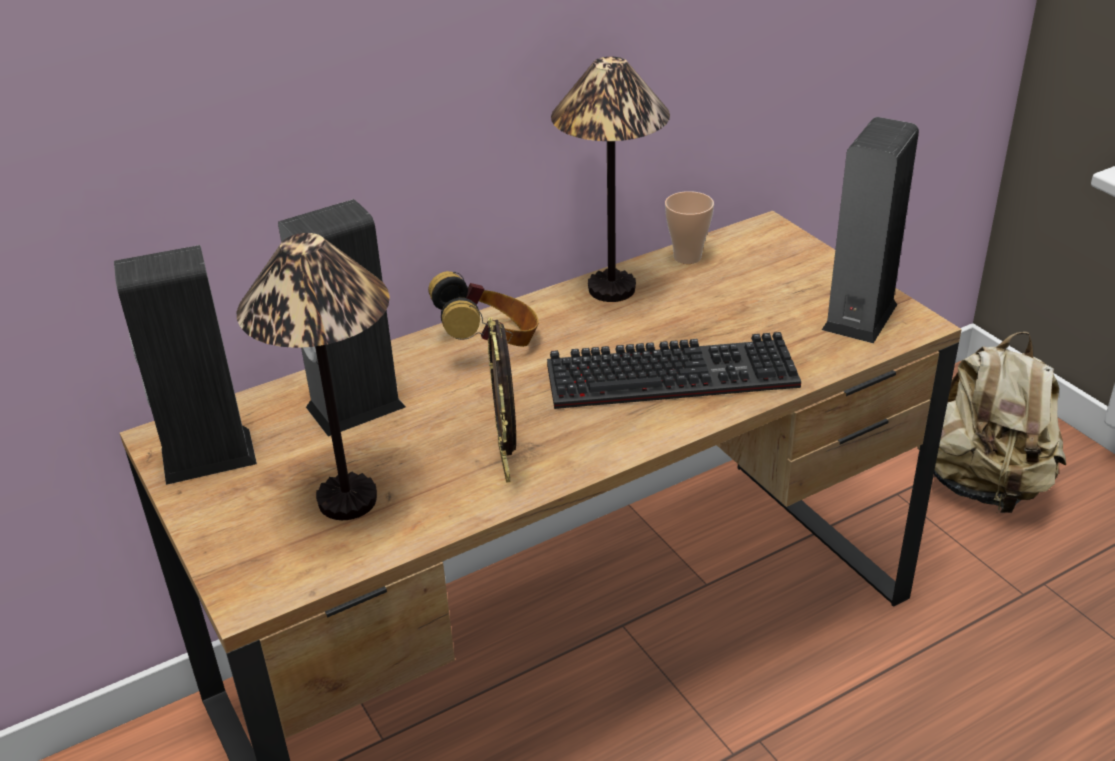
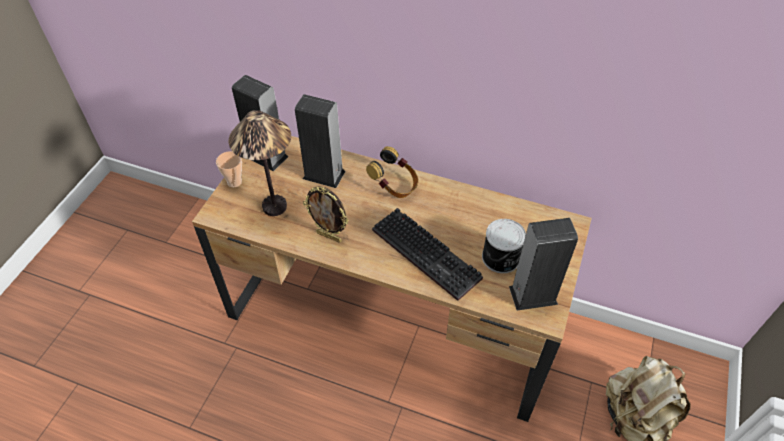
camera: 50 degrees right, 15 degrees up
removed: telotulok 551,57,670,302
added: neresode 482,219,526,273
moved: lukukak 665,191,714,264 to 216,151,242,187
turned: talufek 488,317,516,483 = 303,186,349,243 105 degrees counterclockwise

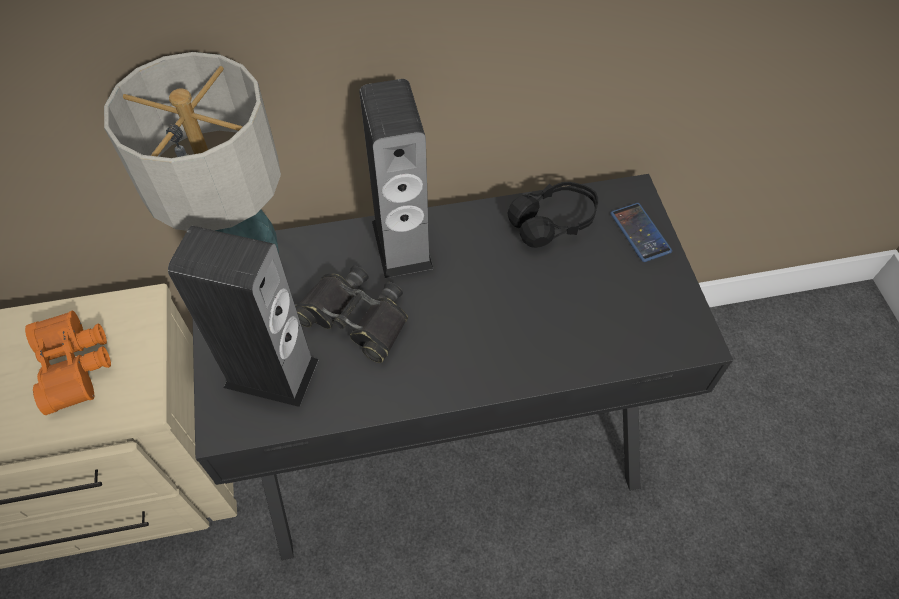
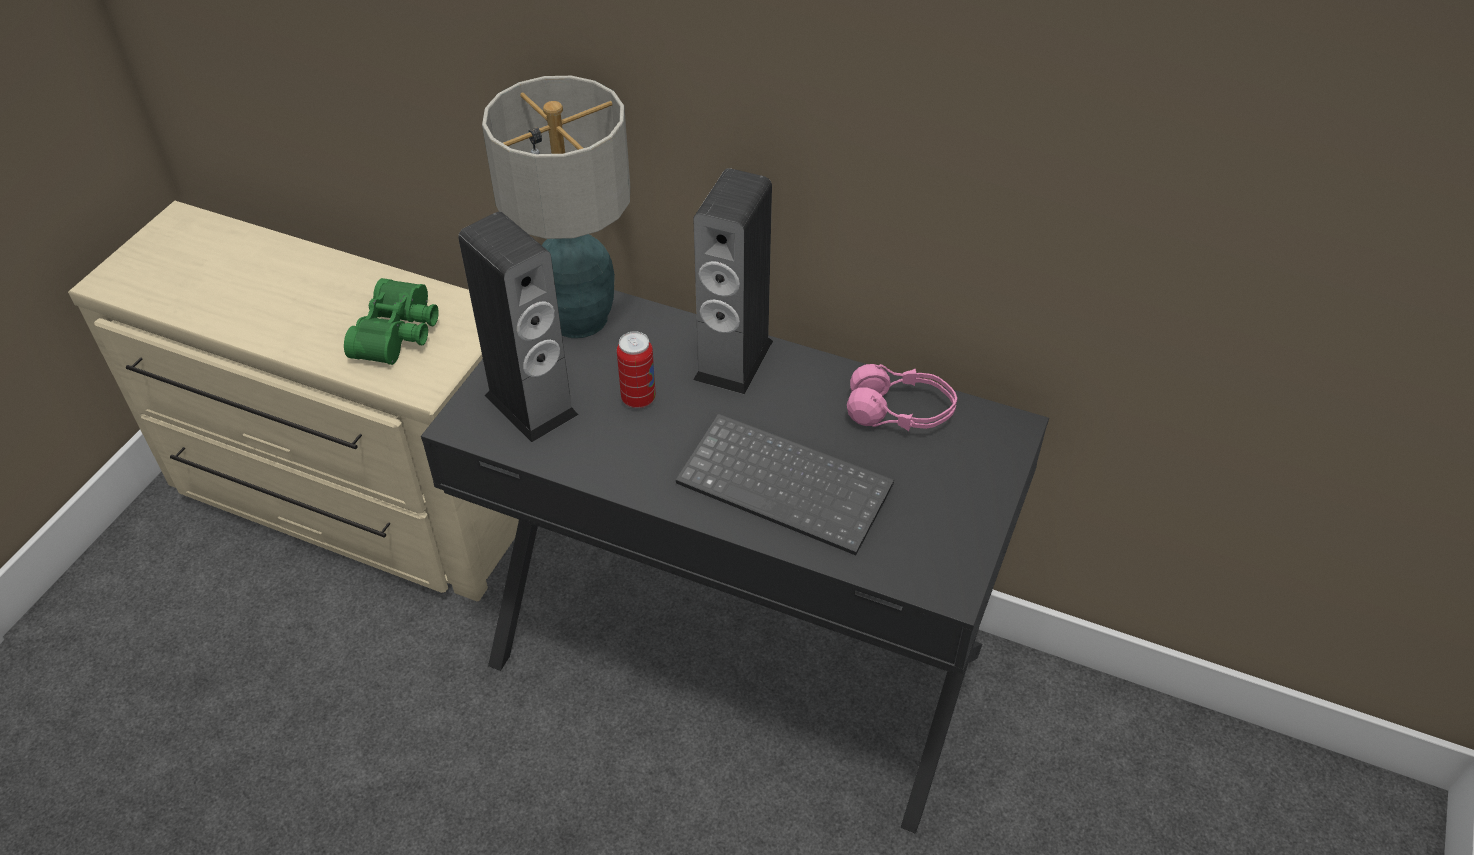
camera: 35 degrees right, 10 degrees down
removed: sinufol 610,203,672,262
added: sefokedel 676,413,894,555
replaced: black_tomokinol 295,266,408,363 to neresode 617,331,656,408
recoloured: orange_tomokinol 25,311,111,415 to green_tomokinol 344,278,439,365; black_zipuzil 507,182,598,248 to pink_zipuzil 847,364,957,431

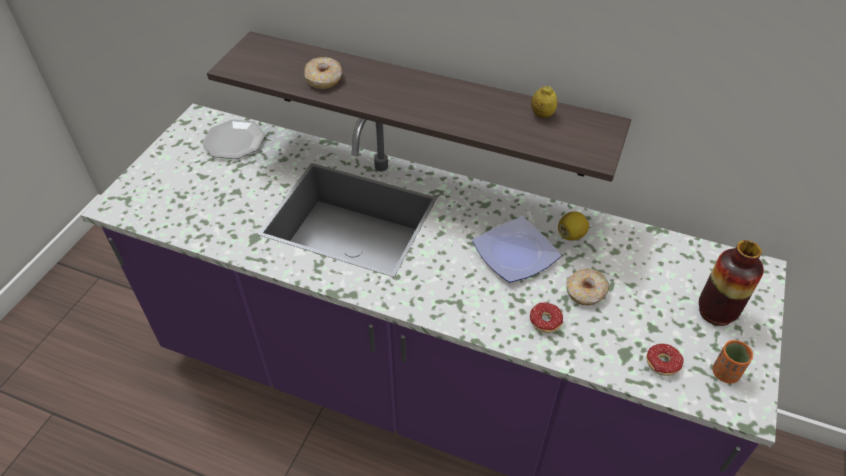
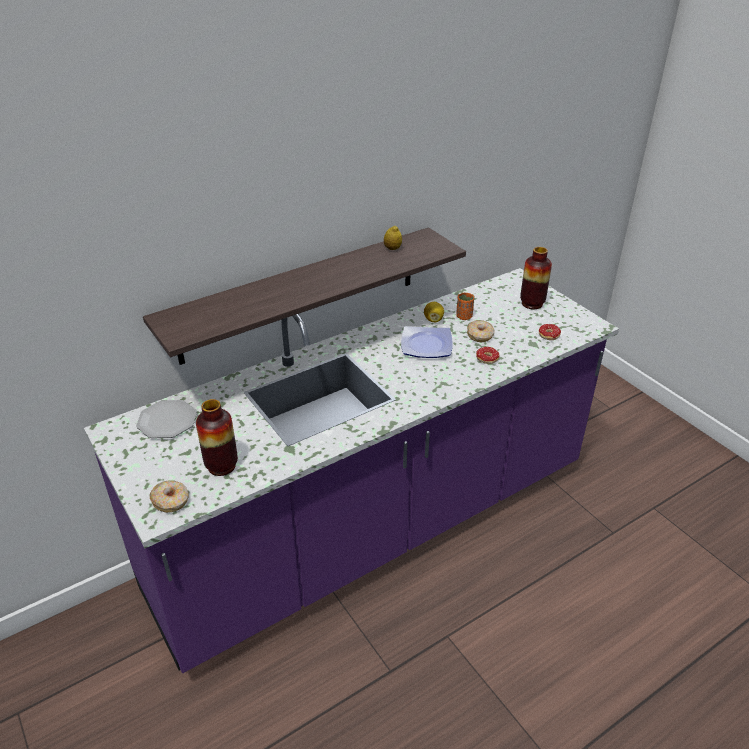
camera: 55 degrees left, 10 degrees down
added: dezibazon 196,399,238,476
moved: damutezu 304,57,342,89 to 150,480,189,513; orange_lukukak 713,340,753,383 to 456,293,474,320

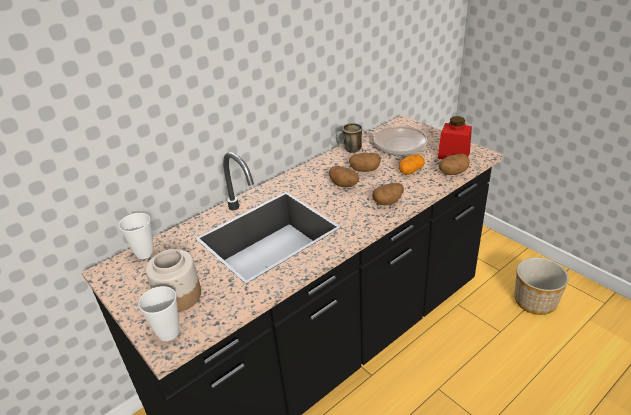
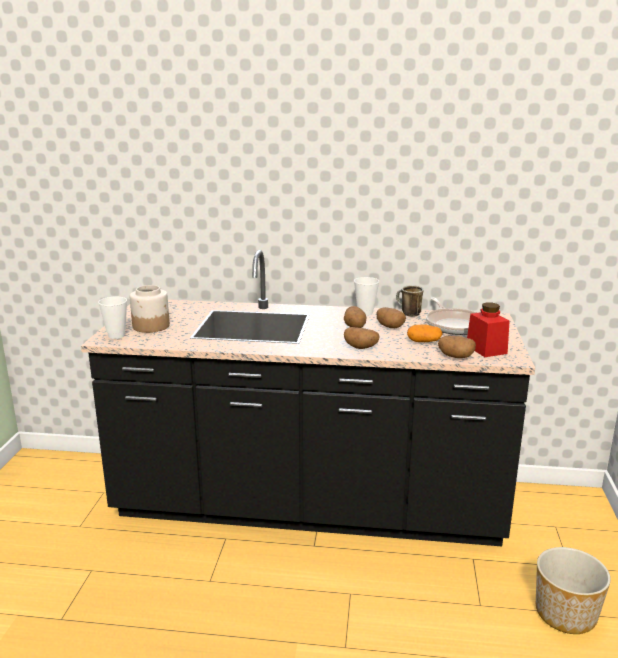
camera: 45 degrees right, 15 degrees down
moved: lukukak 119,213,154,259 to 354,277,379,316

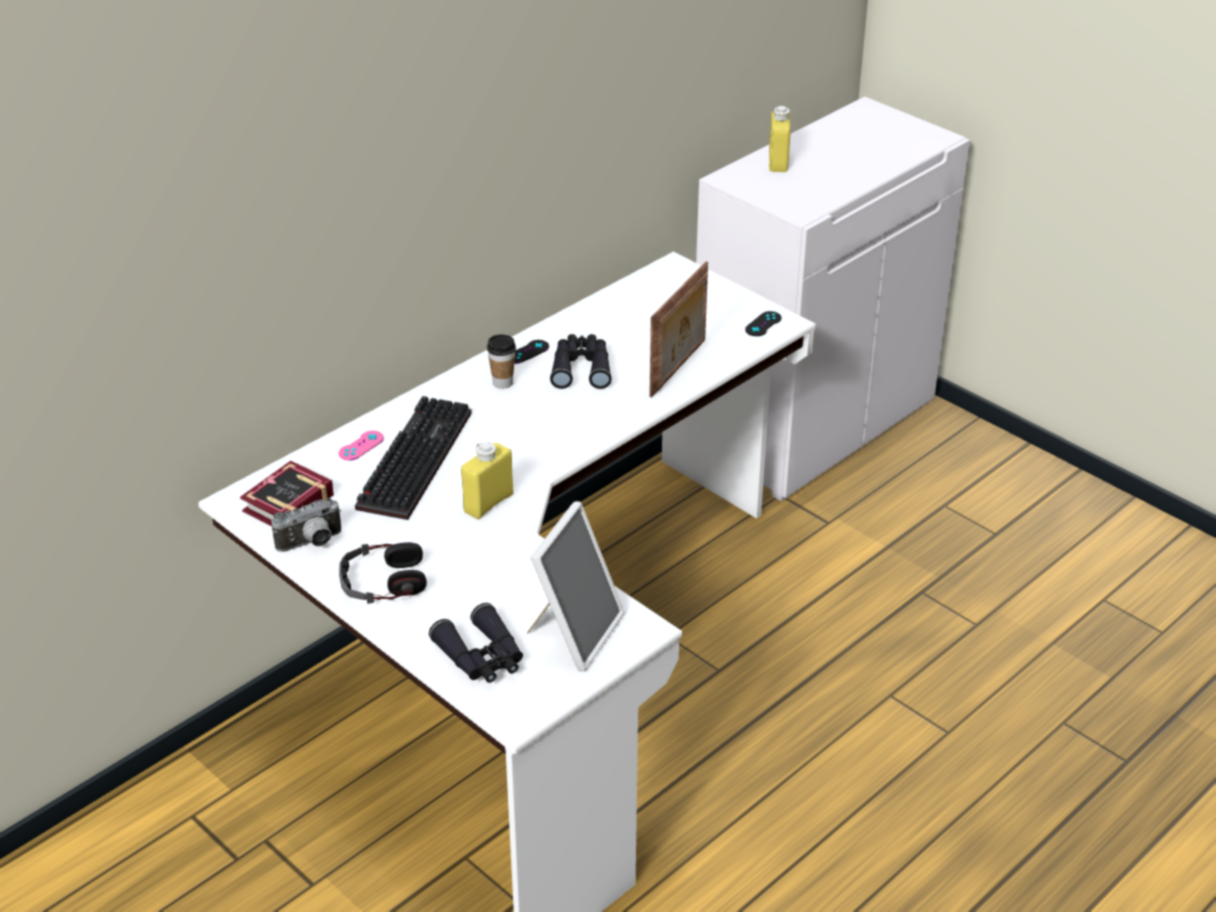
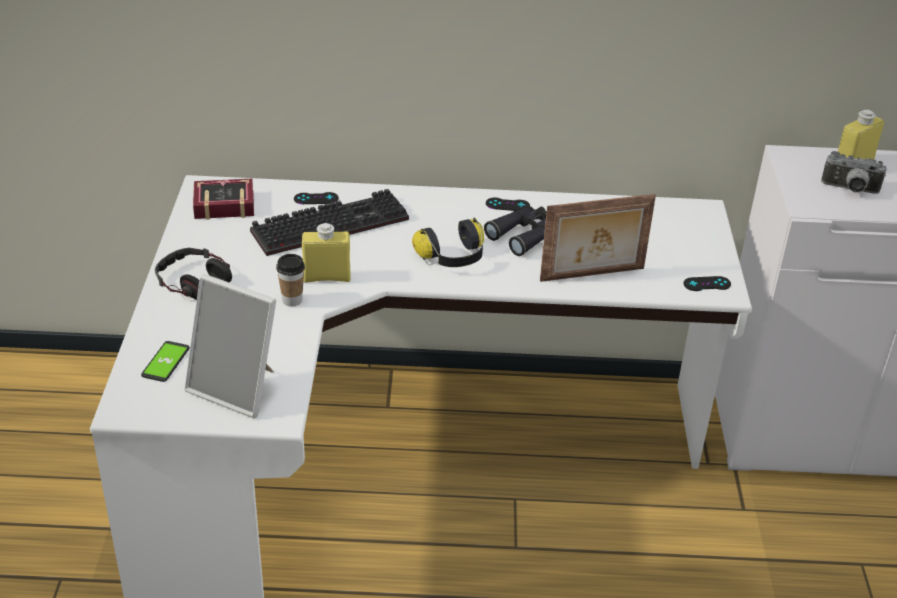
camera: 45 degrees right, 0 degrees up
added: zipuzil 412,218,484,267
moved: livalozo 271,498,341,552 to 821,151,887,194; lukukak 487,334,516,389 to 276,254,305,307
replaced: black_tomokinol 429,603,523,683 to sinufol 141,341,190,382
recoloured: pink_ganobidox 339,431,384,460 to black_ganobidox 294,192,339,204
turned: talufek 527,501,625,671 = 185,274,276,418 45 degrees clockwise

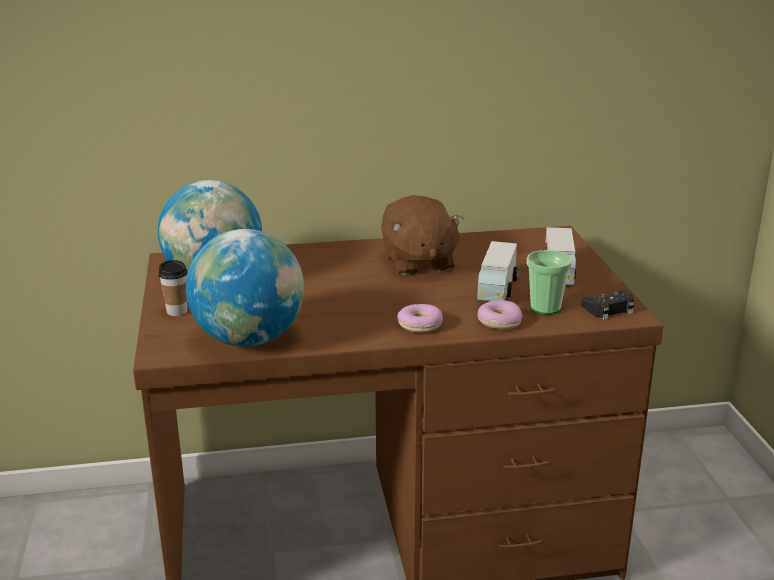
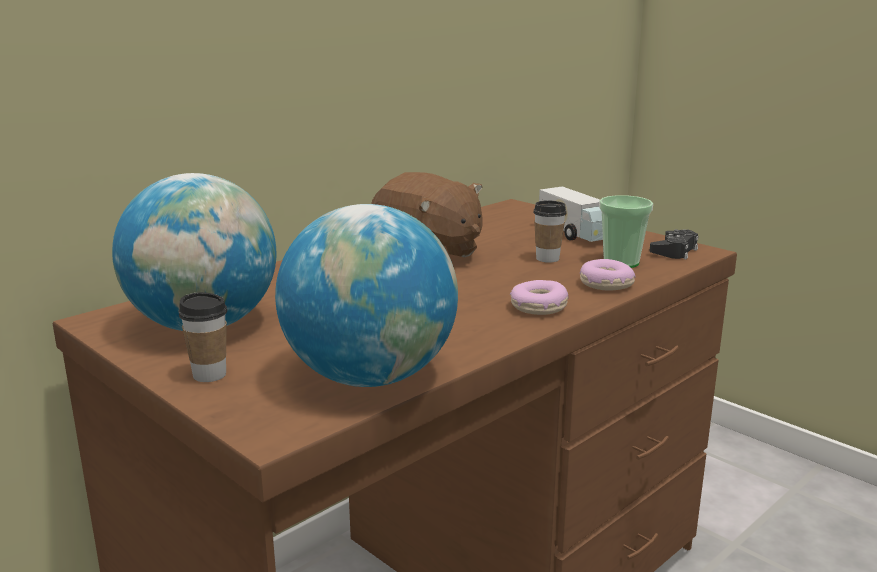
camera: 35 degrees left, 5 degrees down
replaced: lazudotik 477,241,518,301 to lukukak 533,200,567,263

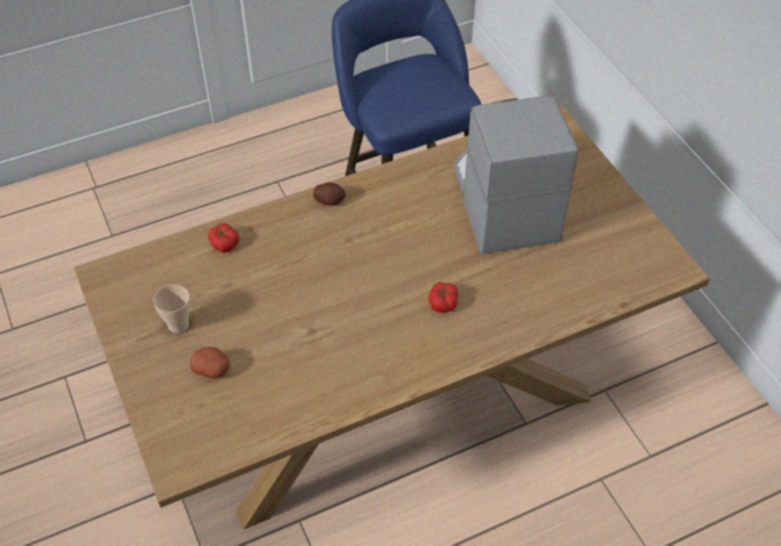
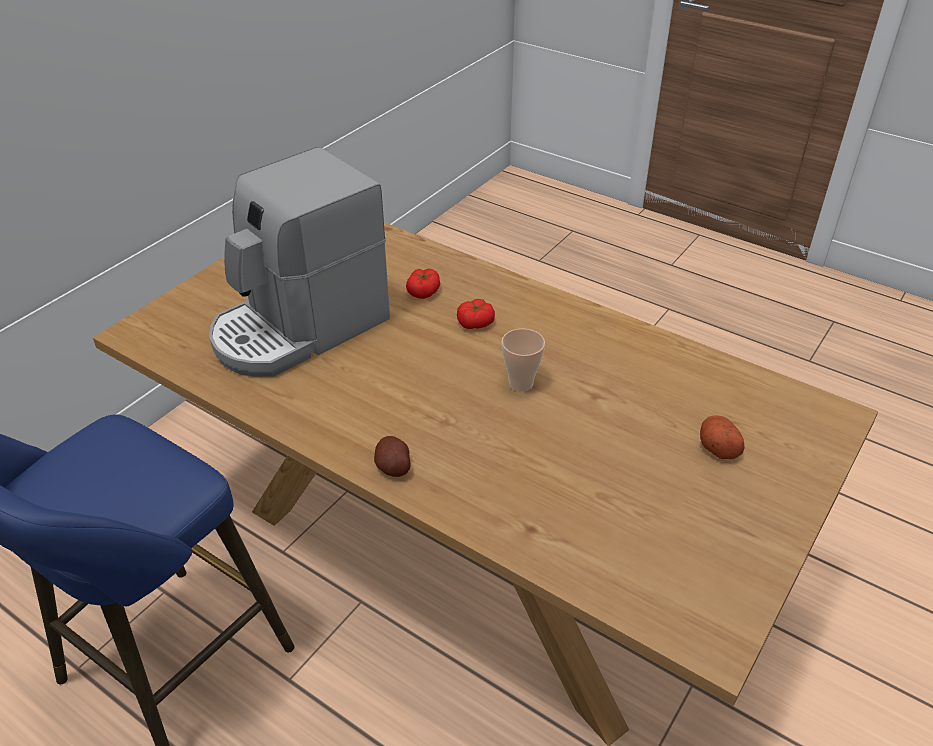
camera: 120 degrees left, 10 degrees down
moved: lukukak 154,284,190,333 to 501,329,545,392; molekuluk 208,223,239,253 to 406,269,440,299

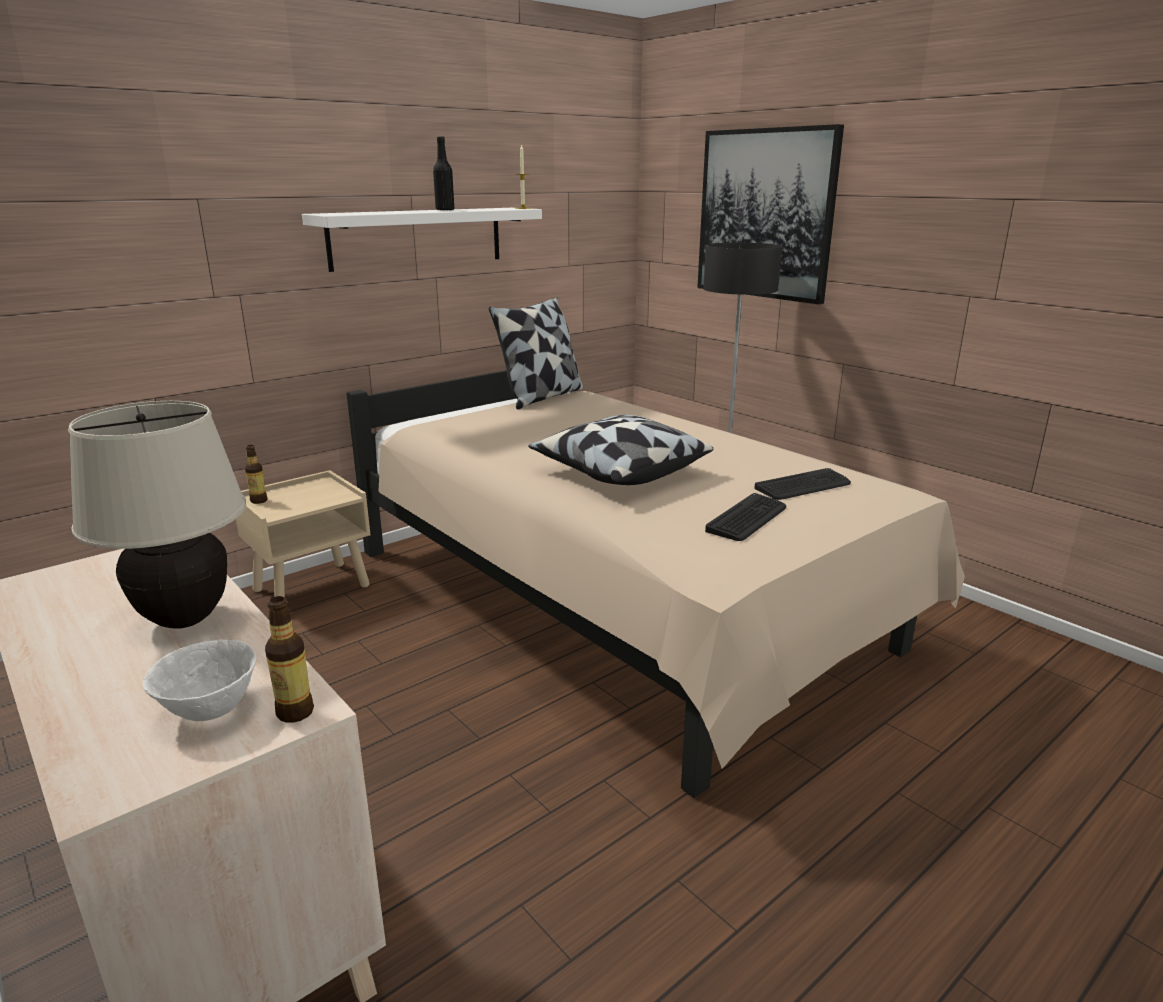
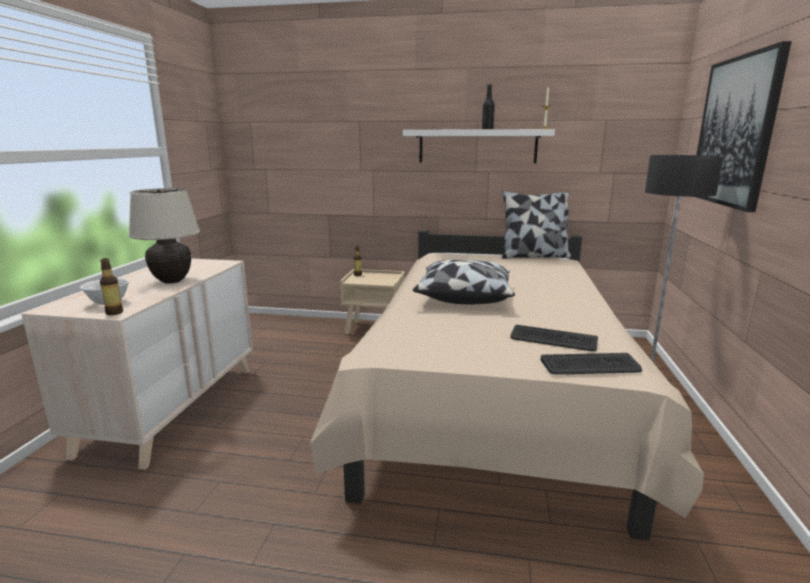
camera: 50 degrees right, 5 degrees down
moved: sefokedel 705,493,786,541 to 541,353,642,375

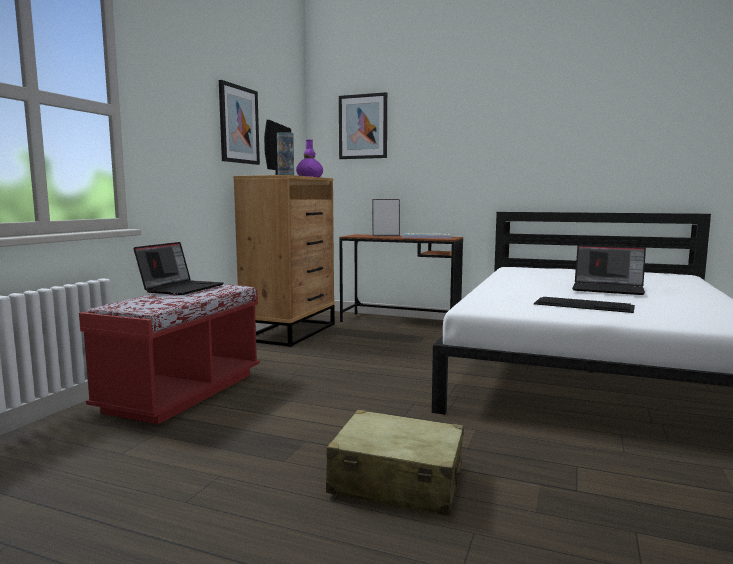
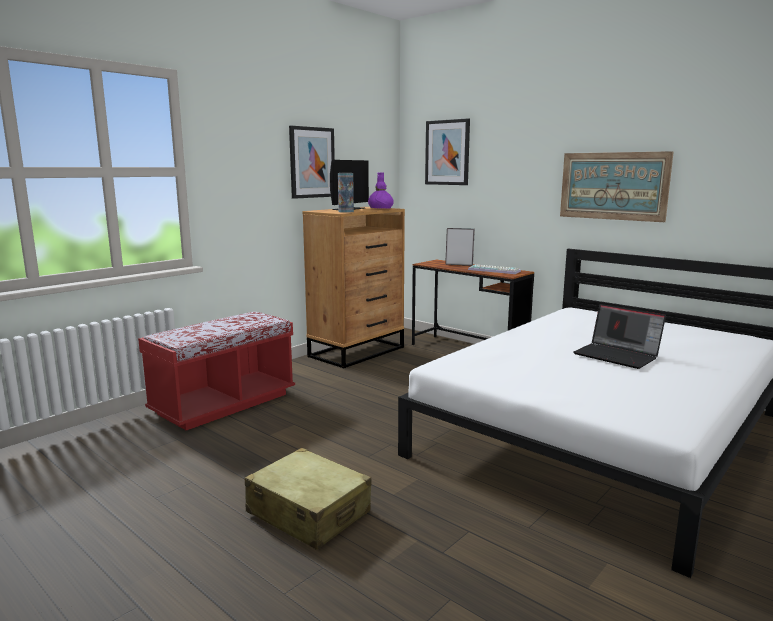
camera: 20 degrees right, 5 degrees up
removed: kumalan 133,242,224,295; sefokedel 534,297,635,313
added: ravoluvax 560,151,674,222

